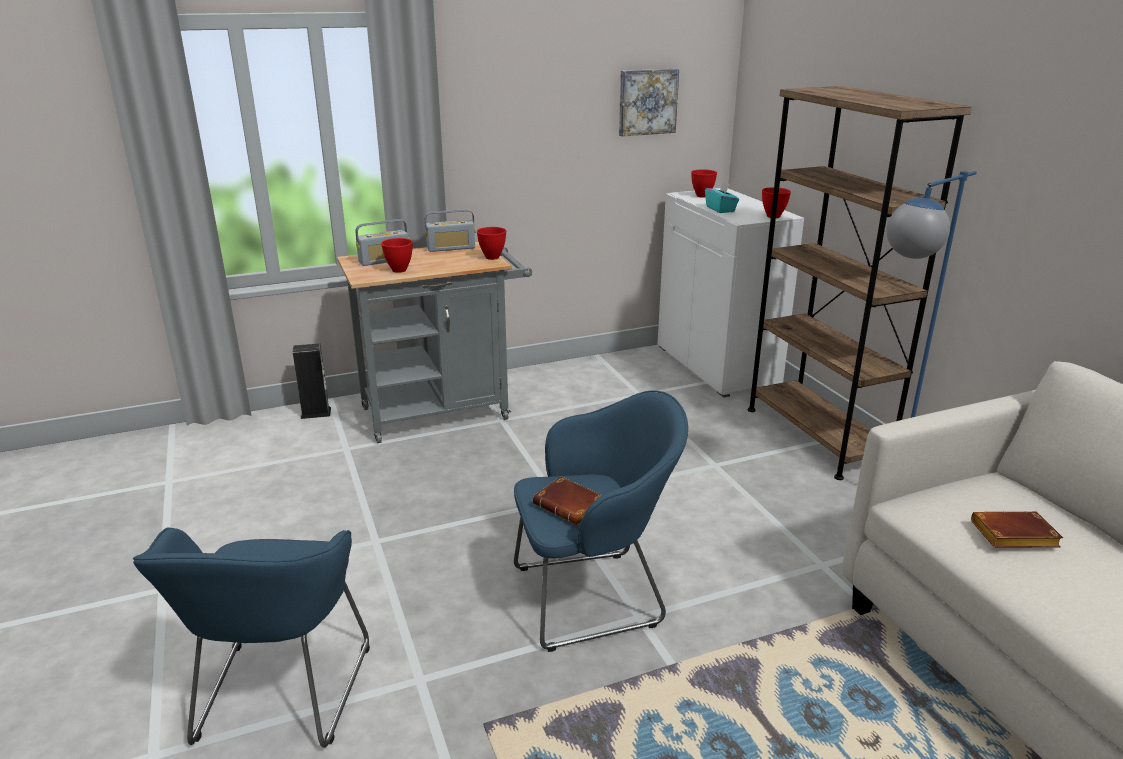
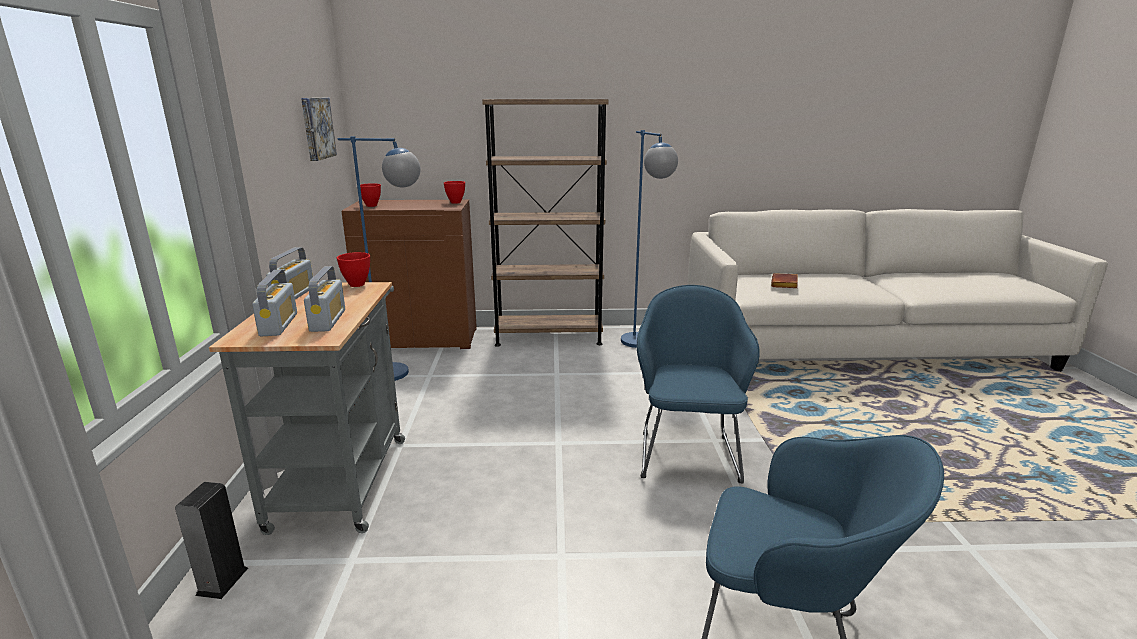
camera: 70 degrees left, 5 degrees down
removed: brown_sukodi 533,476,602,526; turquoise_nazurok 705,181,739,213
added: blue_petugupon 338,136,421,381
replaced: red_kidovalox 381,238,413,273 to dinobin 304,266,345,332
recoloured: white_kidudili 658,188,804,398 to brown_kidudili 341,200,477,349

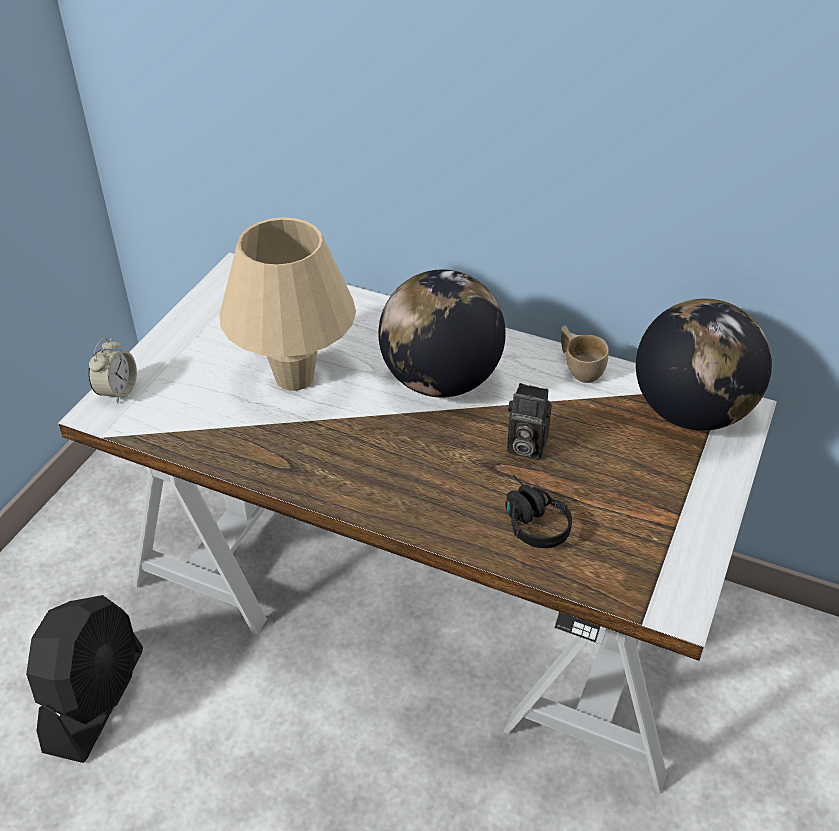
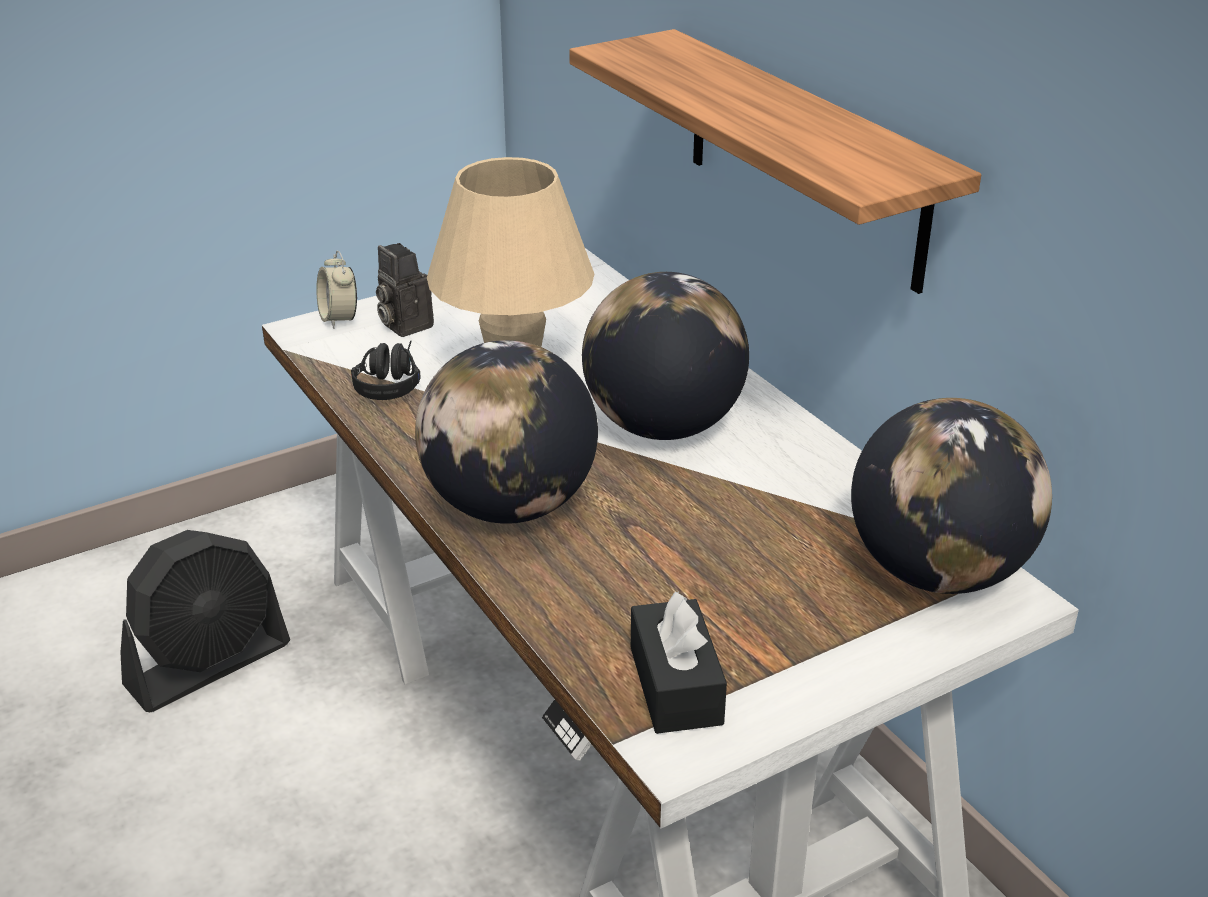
camera: 35 degrees right, 10 degrees down
removed: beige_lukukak 561,325,609,383
added: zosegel 415,340,598,524; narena 569,29,981,294; black_nazurok 631,591,727,734
moved: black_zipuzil 505,475,572,548 to 351,341,421,400; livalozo 507,383,552,460 to 376,243,434,337
turned: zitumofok 88,337,137,404 = 316,250,357,329 105 degrees clockwise

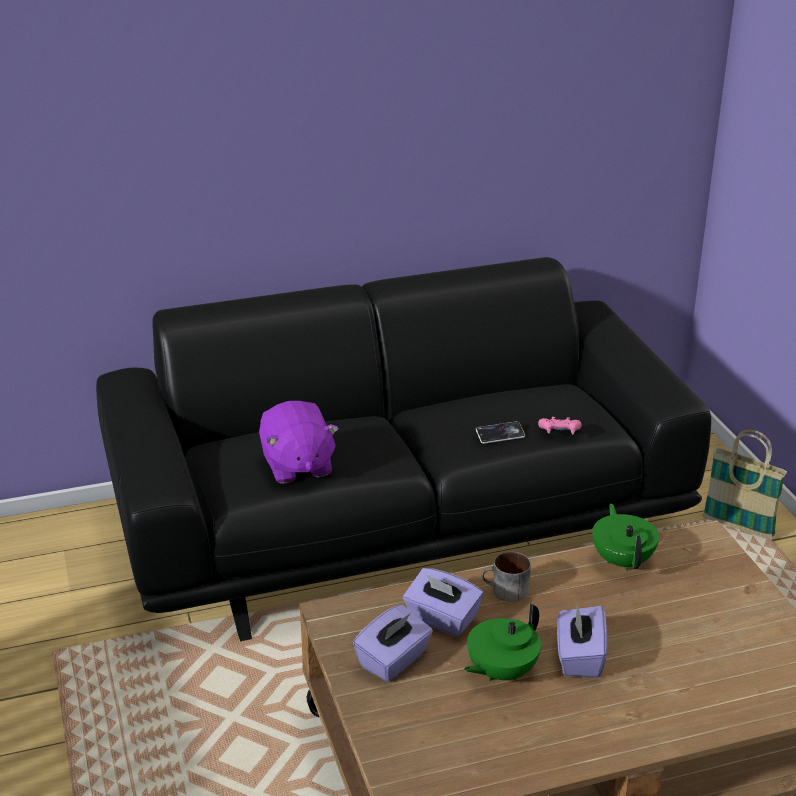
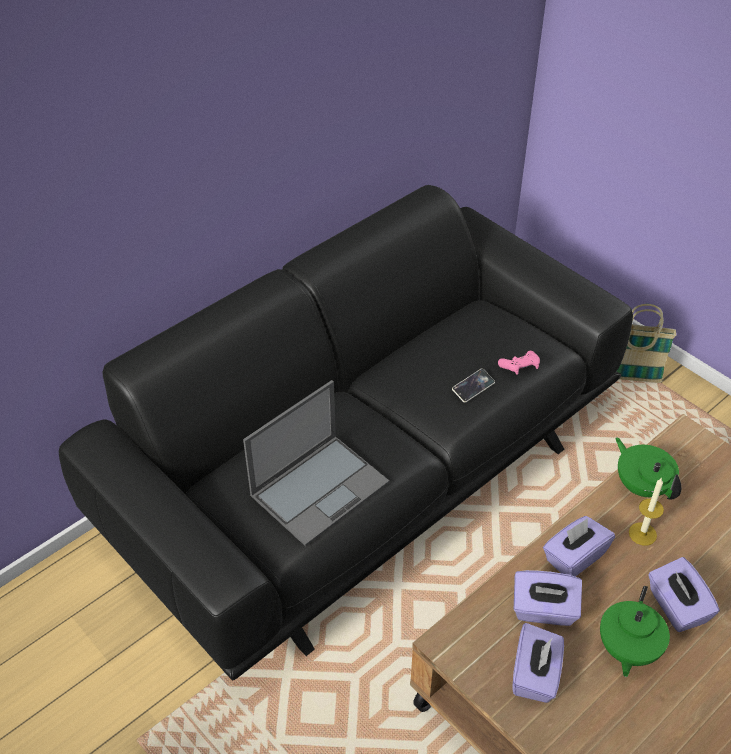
camera: 25 degrees left, 15 degrees up
added: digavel 629,477,664,546
replaced: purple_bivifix 259,401,339,484 to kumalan 243,380,389,546; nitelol 481,552,531,602 to purple_nazurok 543,516,615,577

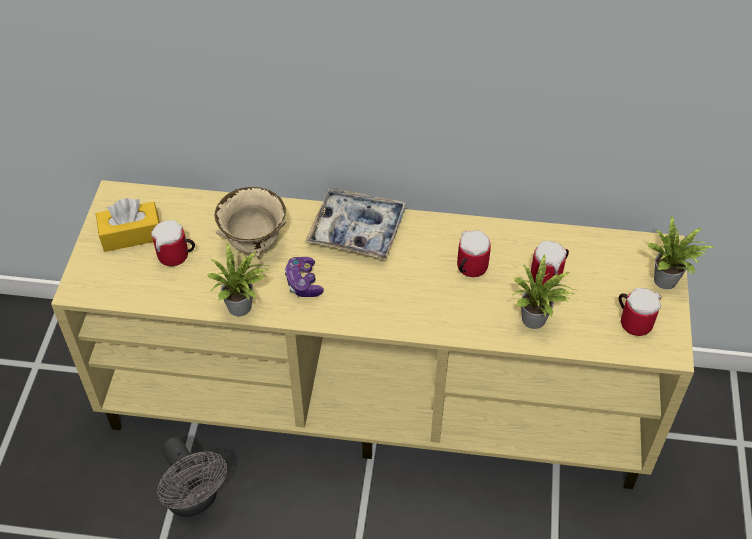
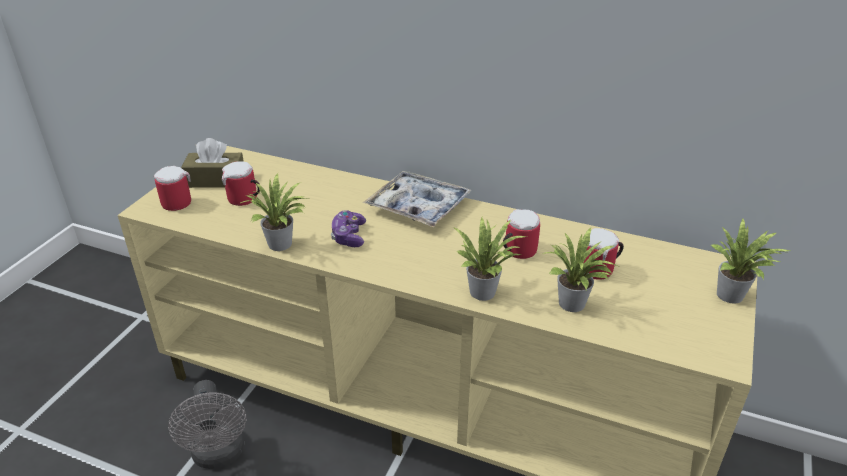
camera: 15 degrees right, 15 degrees down
removed: beige_kidovalox 214,187,286,258
added: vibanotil 453,217,527,301
moved: nitelol 619,288,661,336 to 154,166,191,211
recoloured: yellow_nazurok 96,198,160,252 to brown_nazurok 181,138,244,188

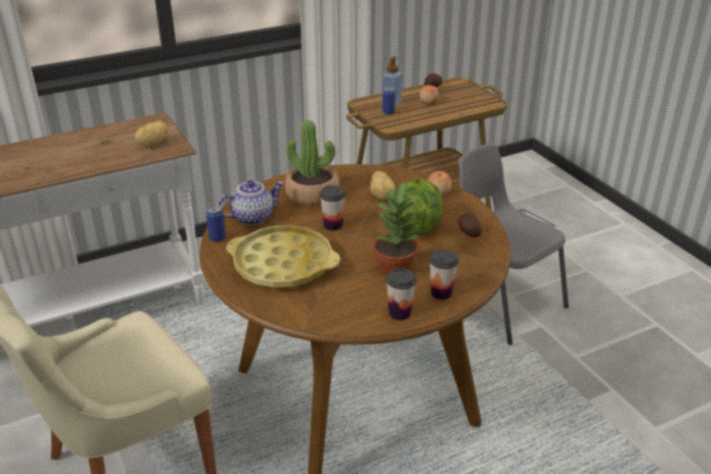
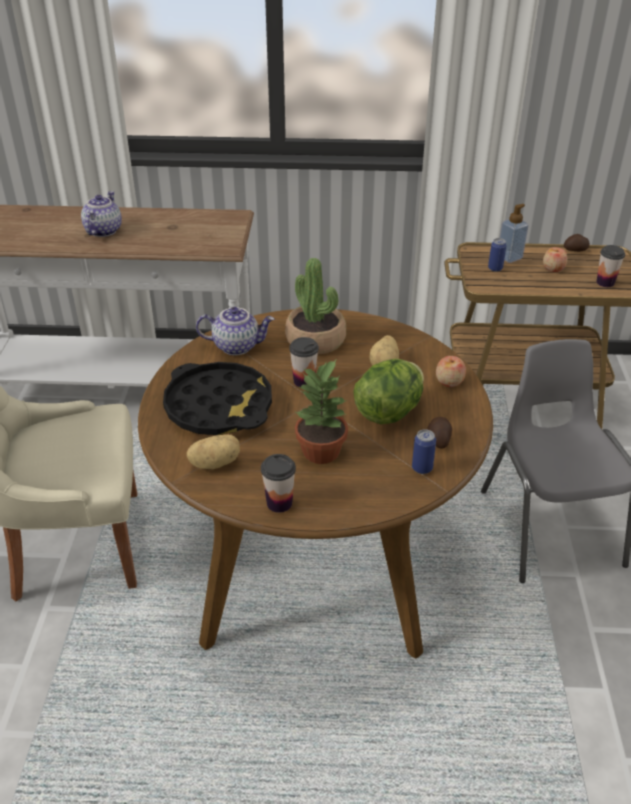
camera: 30 degrees right, 5 degrees up
added: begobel 81,191,122,237
moved: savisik 135,121,168,147 to 186,435,240,469; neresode 206,205,226,242 to 412,429,436,474; lukukak 429,249,459,300 to 596,245,625,287
recoloured: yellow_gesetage 226,225,340,288 to black_gesetage 163,362,272,435

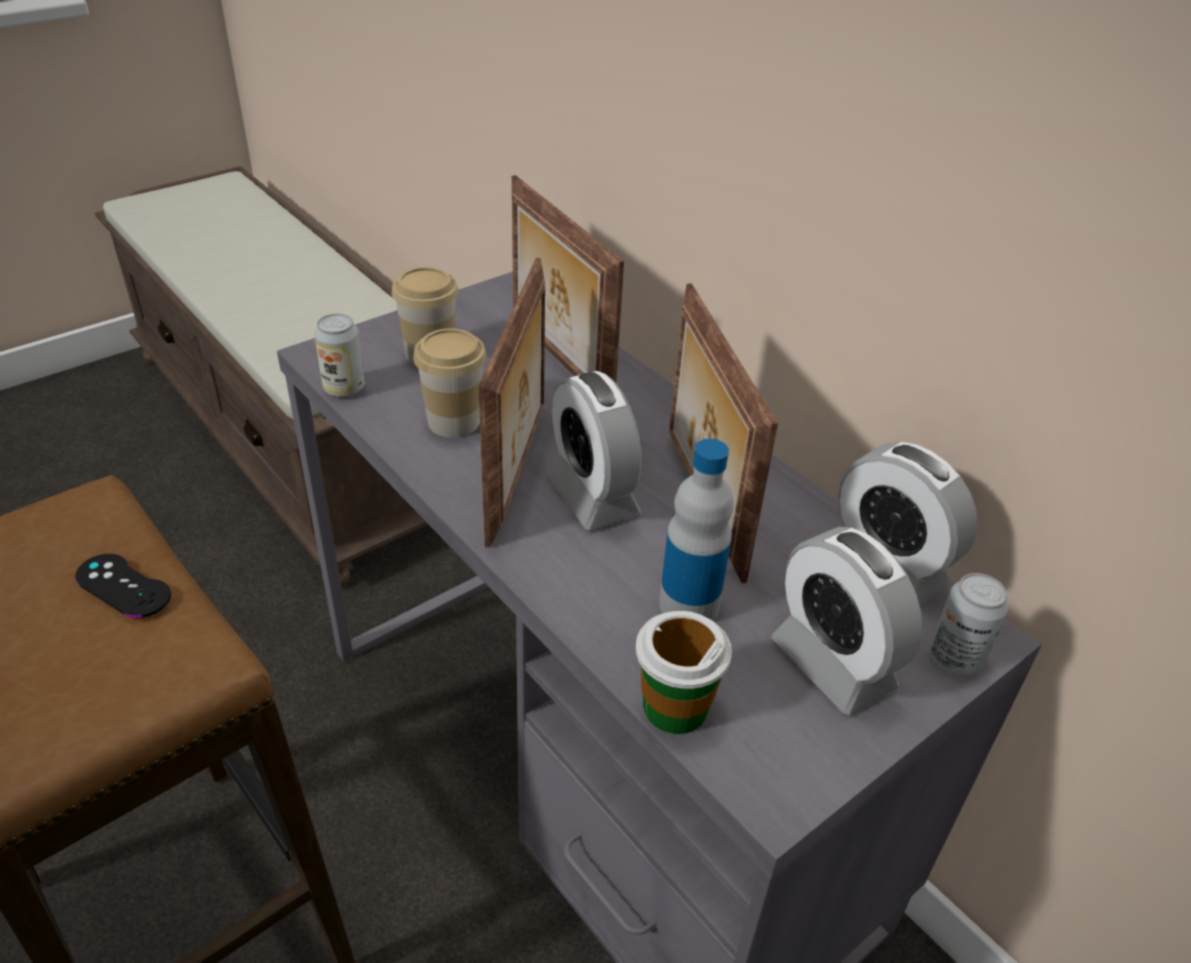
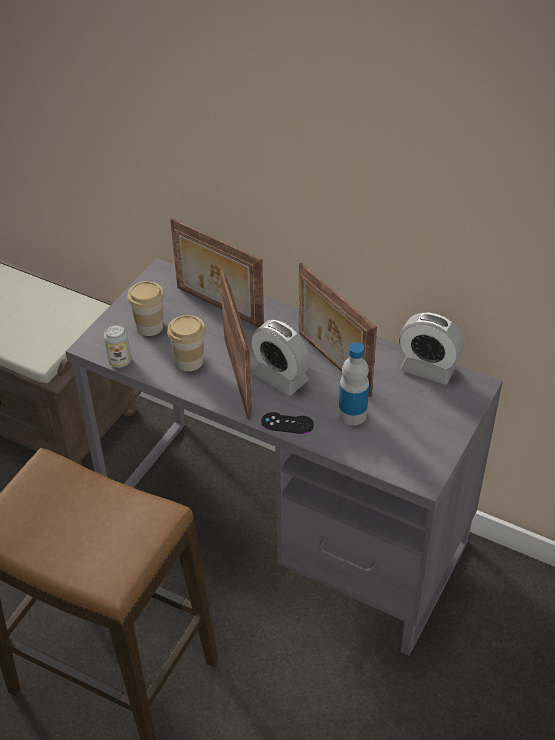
camera: 20 degrees left, 5 degrees up
removed: lukukak 636,611,732,734; zitumofok 772,527,922,715; neresode 929,573,1008,675
moved: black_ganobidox 75,554,171,618 to 261,412,314,434

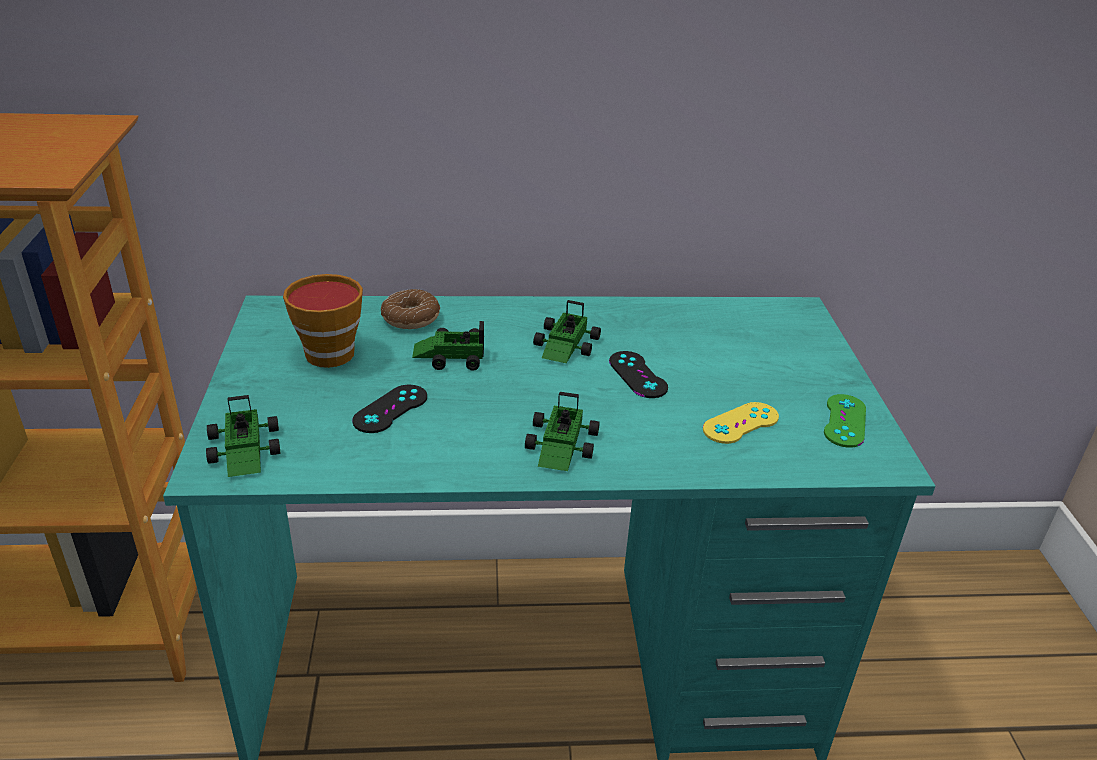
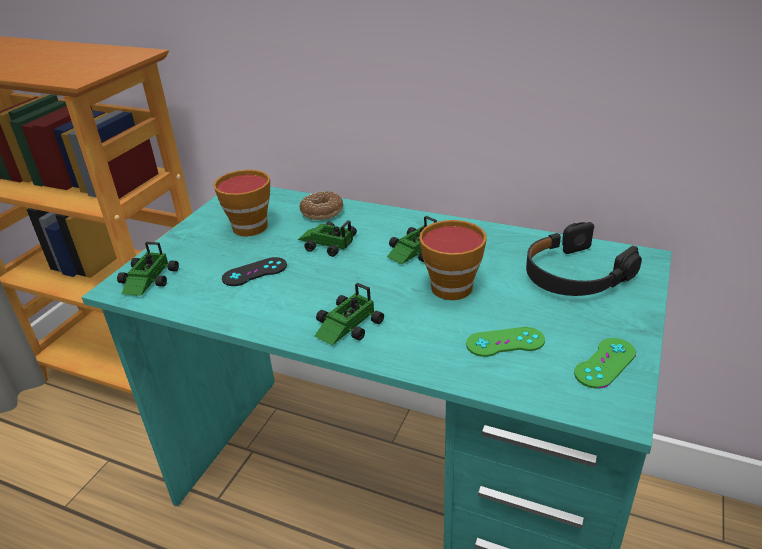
camera: 30 degrees right, 0 degrees up
added: black_zipuzil 526,222,642,296
replaced: black_ganobidox 609,351,668,398 to lukukak 419,220,486,300
recoloured: yellow_ganobidox 703,402,779,444 to green_ganobidox 466,327,545,357

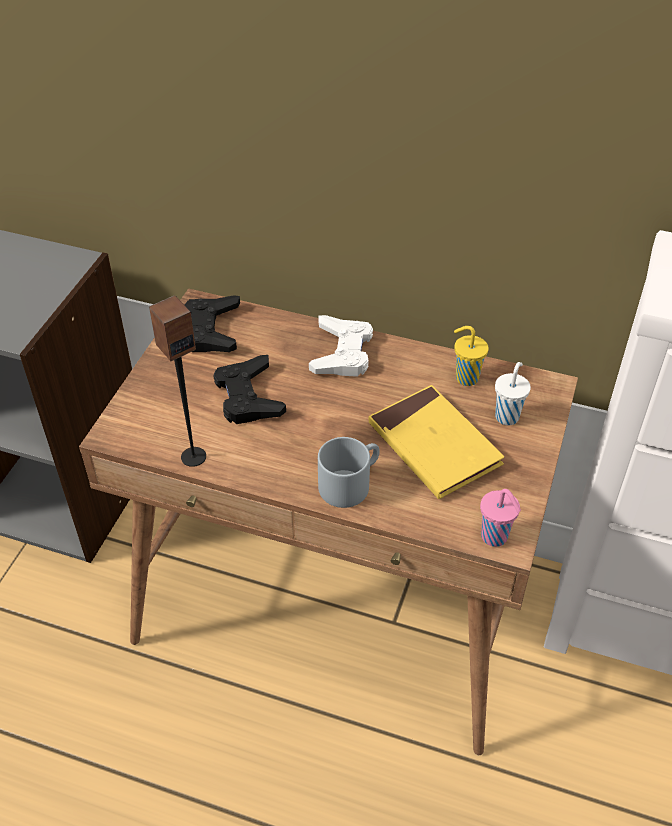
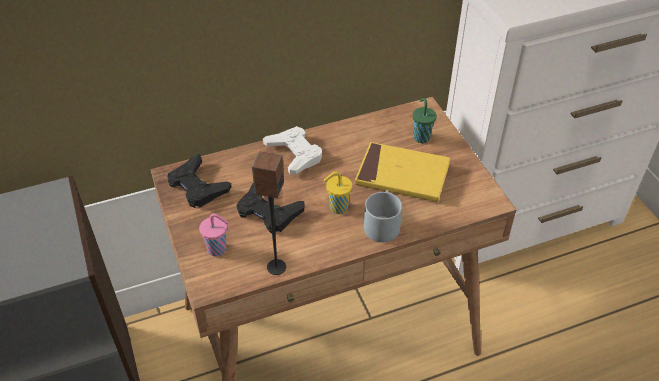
camera: 40 degrees left, 0 degrees up
moved: yellow_lukukak 454,326,489,386 to 324,171,352,214; pink_lukukak 480,489,521,547 to 199,213,228,257
recoloured: white_lukukak 495,362,531,425 to green_lukukak 413,98,437,143

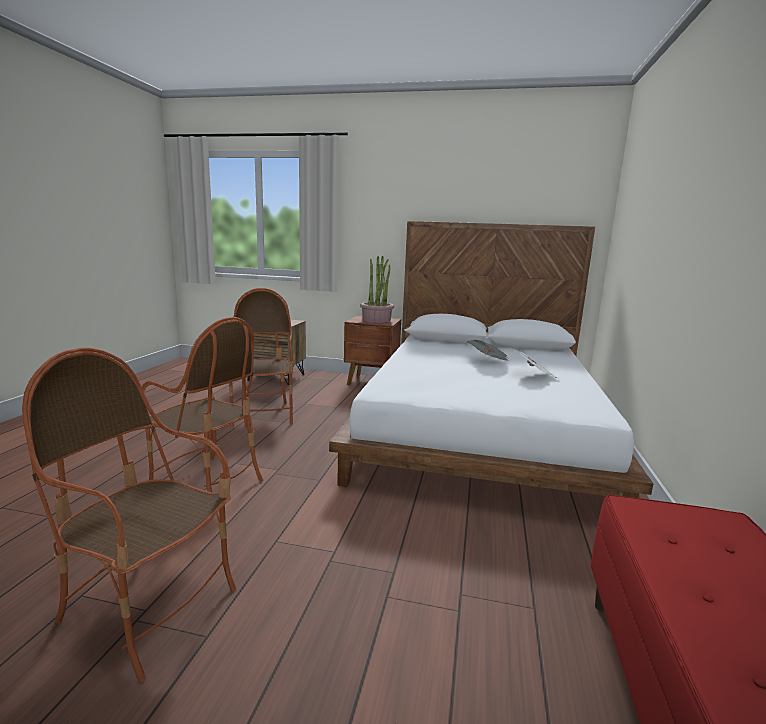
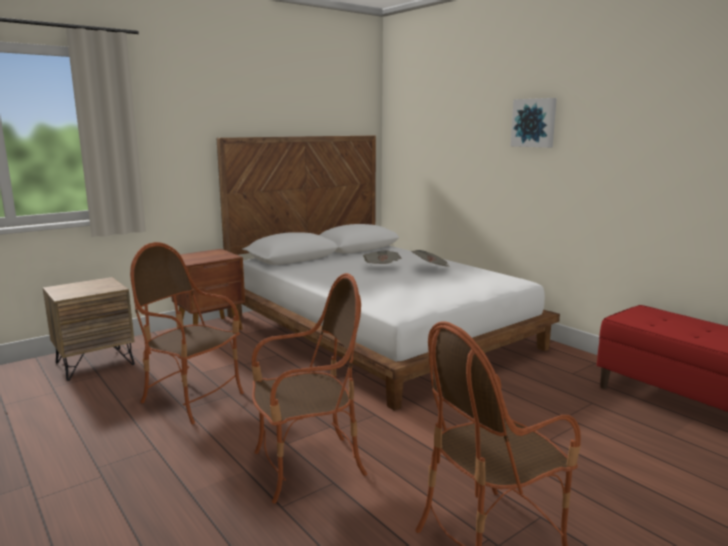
camera: 50 degrees left, 0 degrees up
removed: vibanotil 360,256,394,323
added: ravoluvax 511,98,557,148

